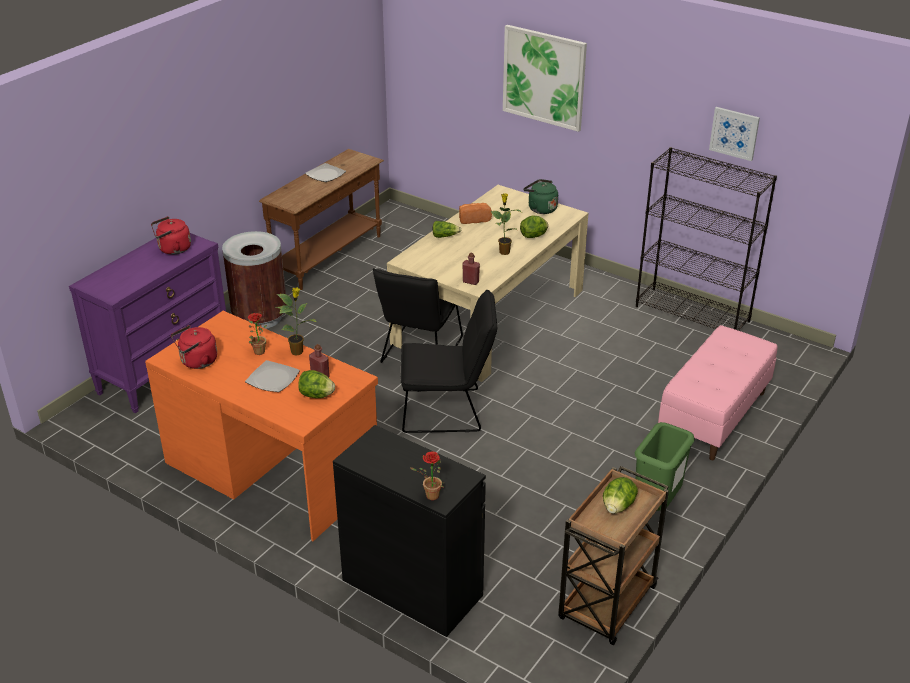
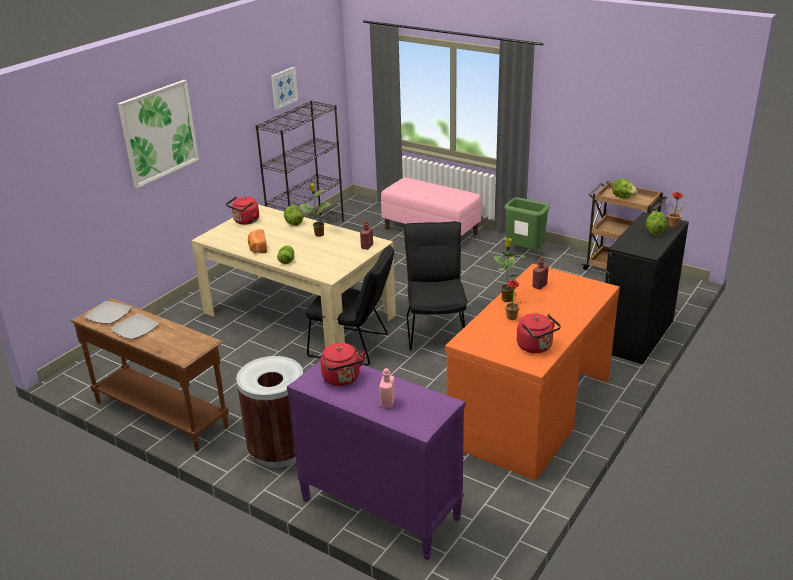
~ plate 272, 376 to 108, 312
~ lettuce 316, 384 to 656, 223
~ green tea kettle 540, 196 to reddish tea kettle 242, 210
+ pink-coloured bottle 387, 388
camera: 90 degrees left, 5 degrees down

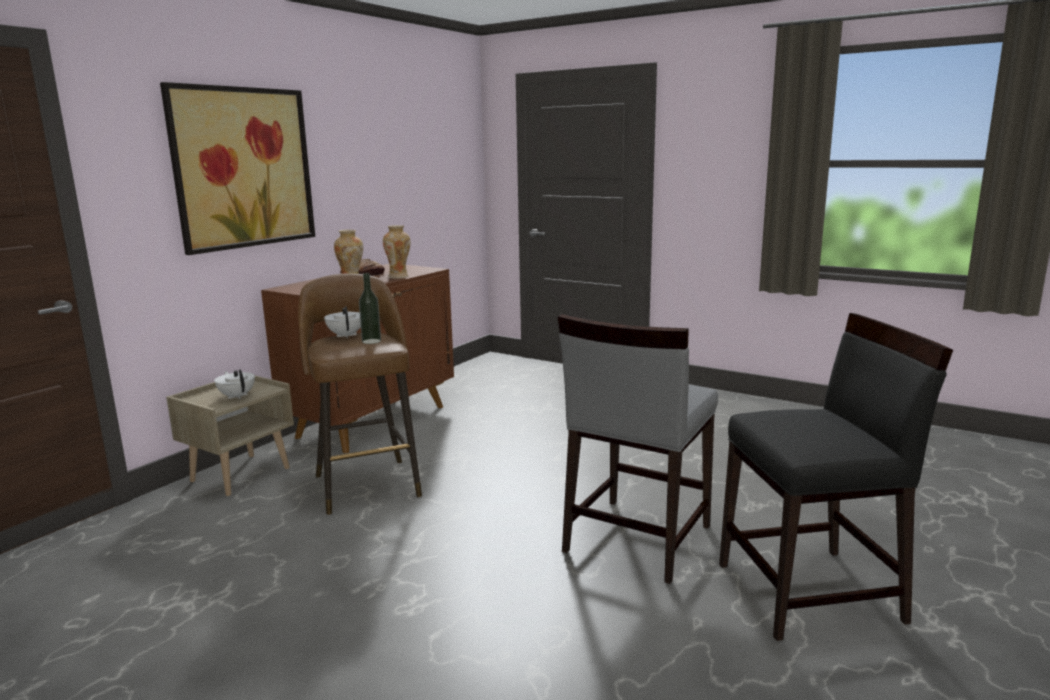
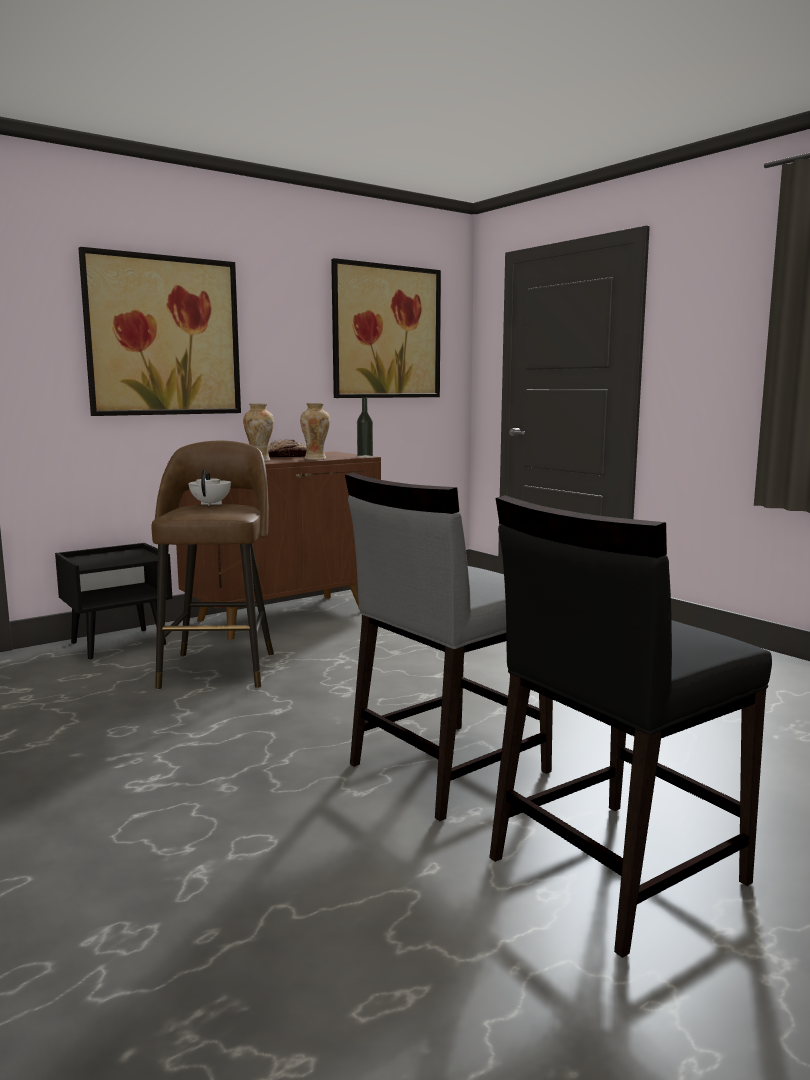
~ beige nightstand 230, 436 to black-coloured nightstand 113, 601
- white teapot 234, 384
~ bottle 370, 308 to 365, 427
~ black-coloured plain chair 836, 477 = 630, 726 135 degrees clockwise
+ wall picture 386, 328
camera: 20 degrees right, 5 degrees down

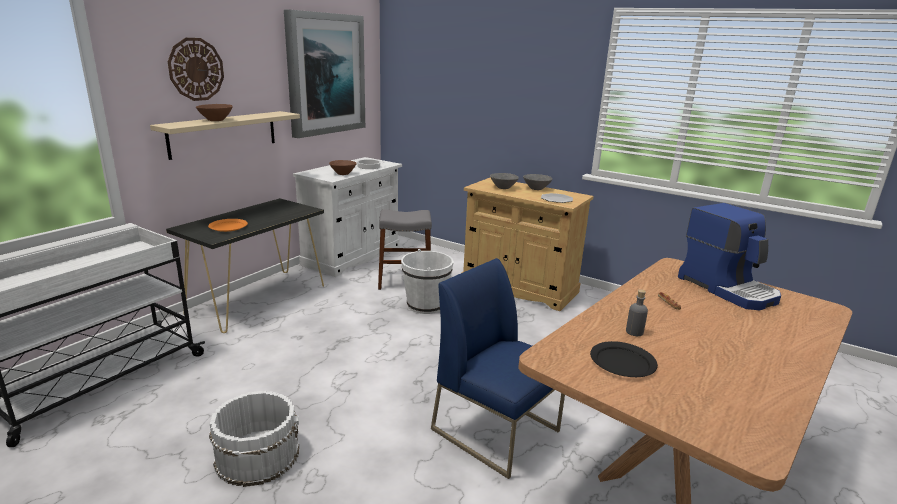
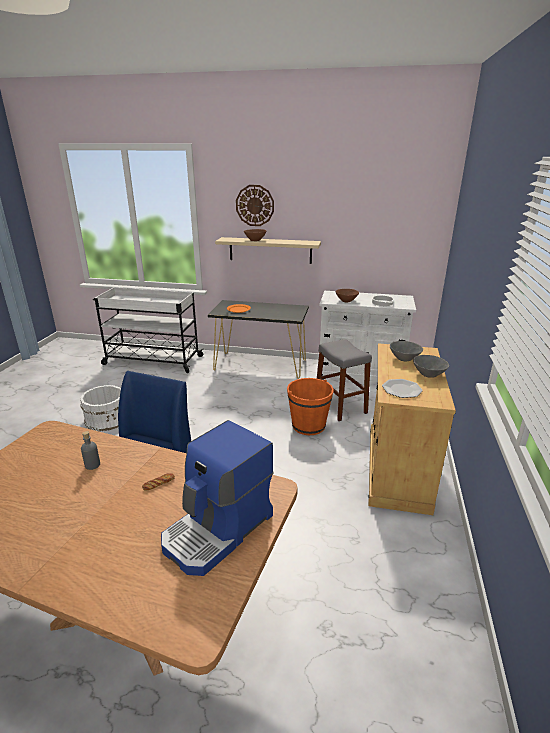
- wall picture 324, 74
~ white pail 427, 281 to orange-coloured pail 310, 406
- black-coloured plate 624, 359
camera: 70 degrees right, 5 degrees up

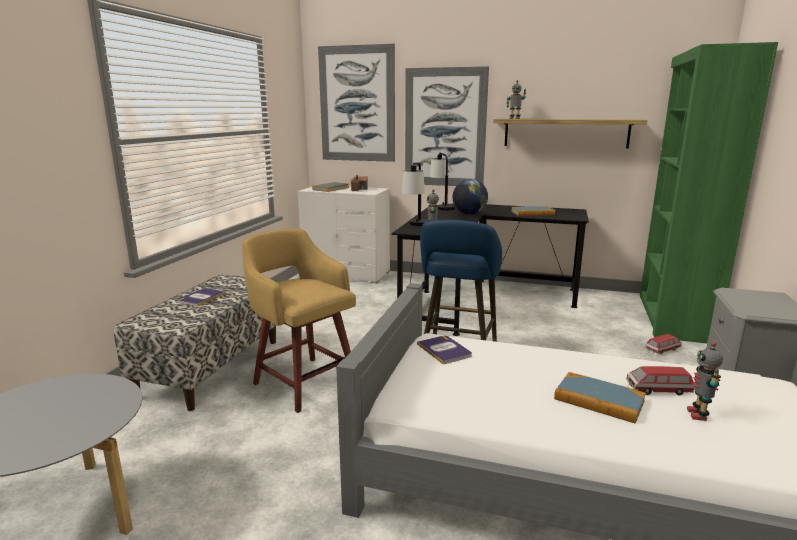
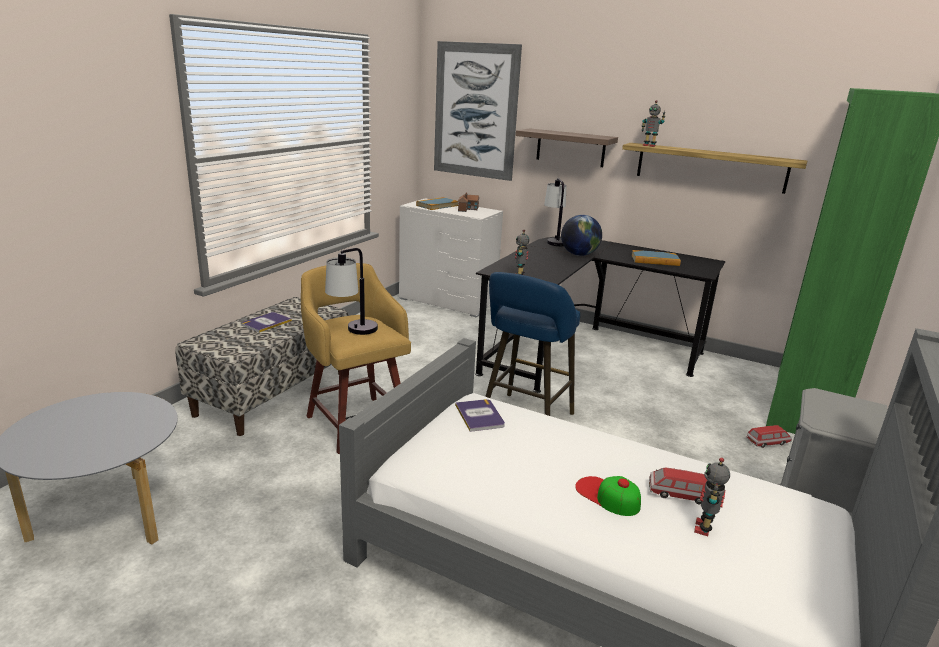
~ lamp for a table 416, 194 to 351, 291
~ wall picture 447, 126 to bracket shelf 567, 147
~ book 600, 398 to cap 608, 496
camera: 10 degrees right, 5 degrees up

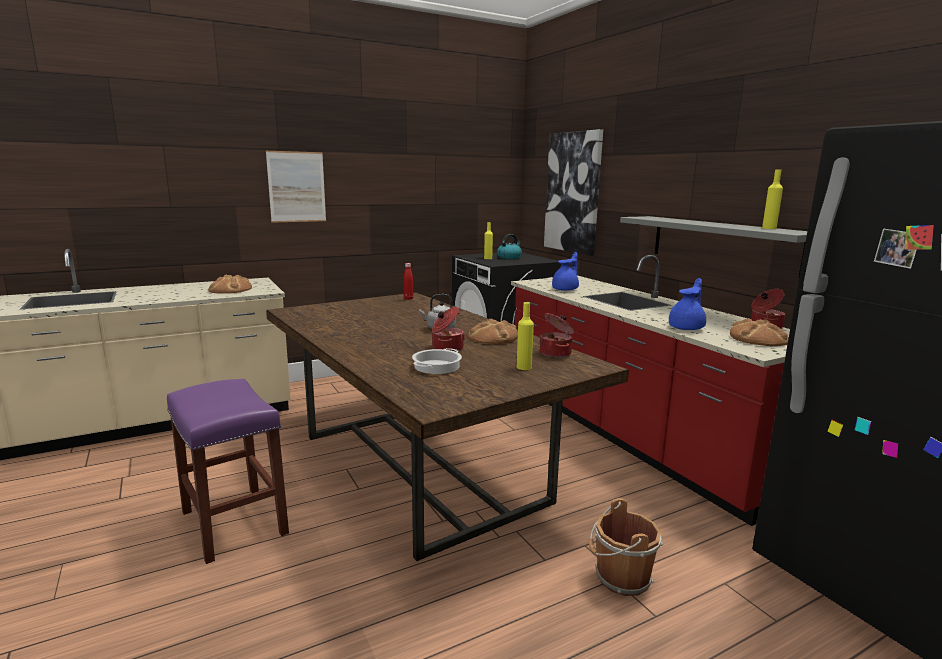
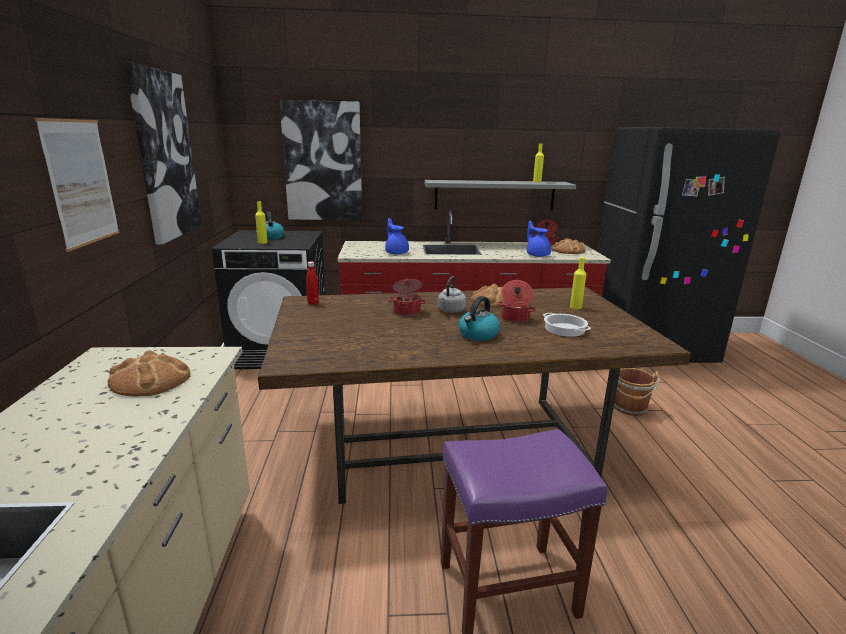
~ stockpot 557, 335 to 407, 297
+ wall picture 163, 153
+ tea kettle 479, 318
camera: 65 degrees left, 5 degrees up

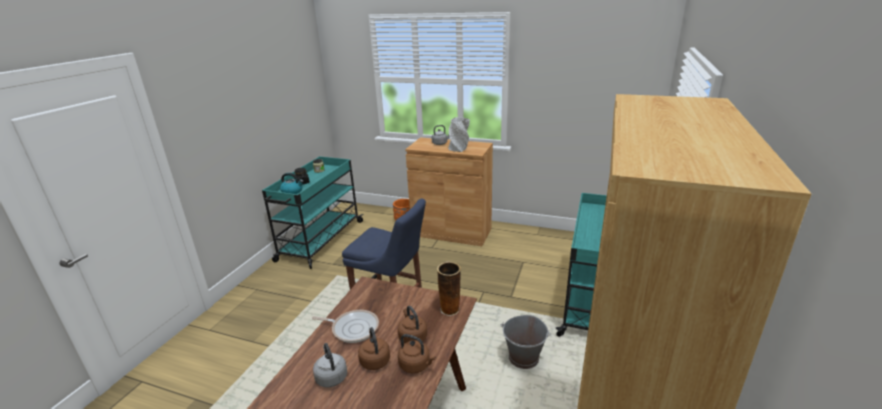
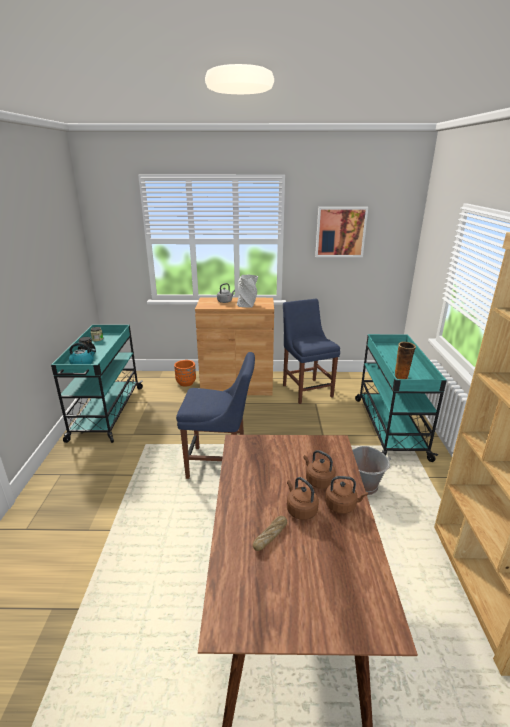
- pan 345, 326
~ gray tea kettle 330, 365 to bakery bread 270, 533
~ vase 449, 288 to 405, 360
+ blue-coloured plain chair 311, 351
+ wall picture 341, 232
camera: 20 degrees left, 0 degrees up

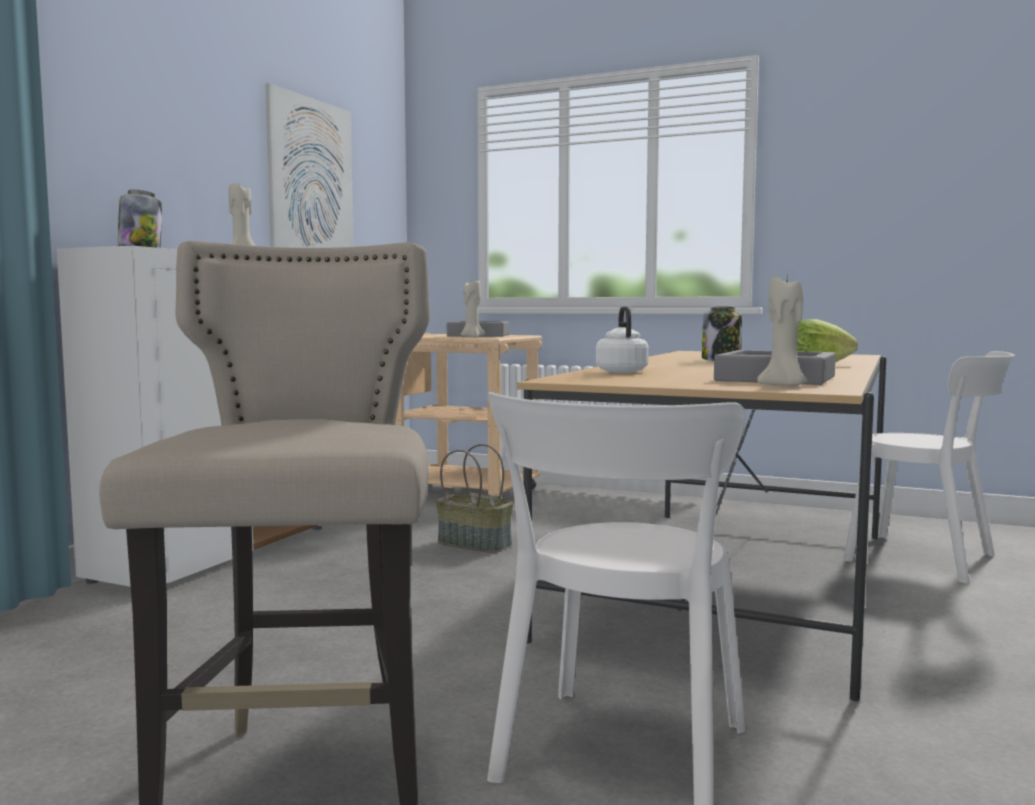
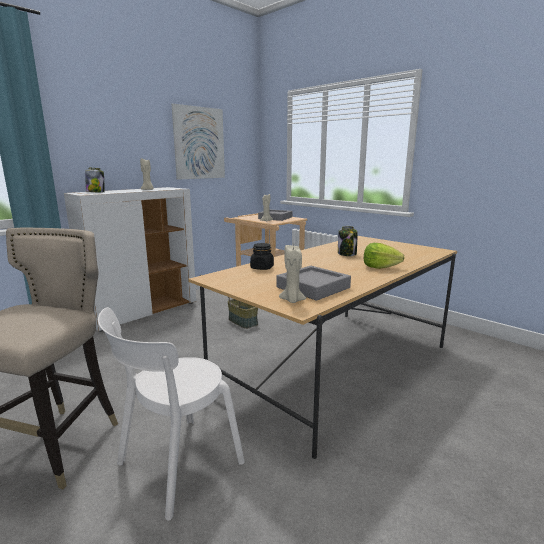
~ white tea kettle 622, 339 to black-coloured jar 262, 256
- white plain chair 929, 467
camera: 20 degrees right, 10 degrees up

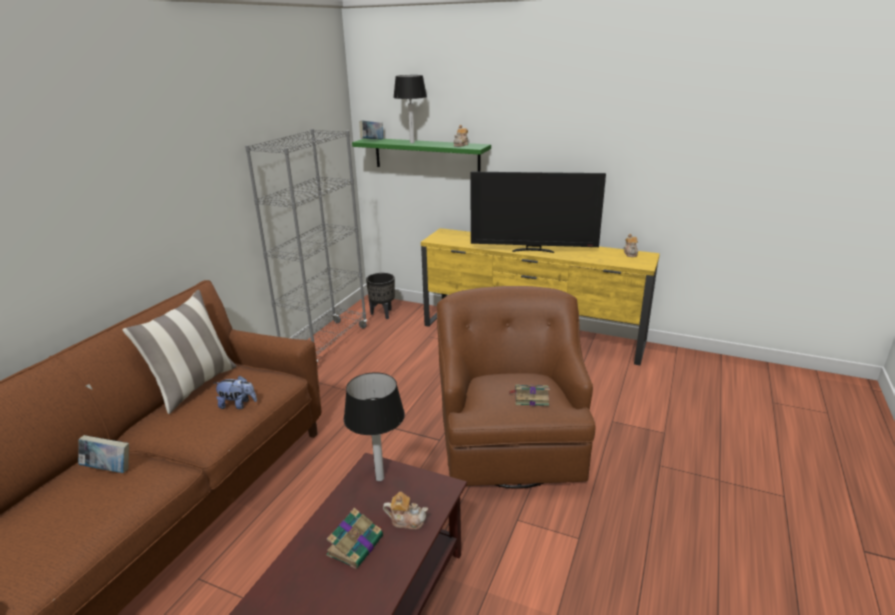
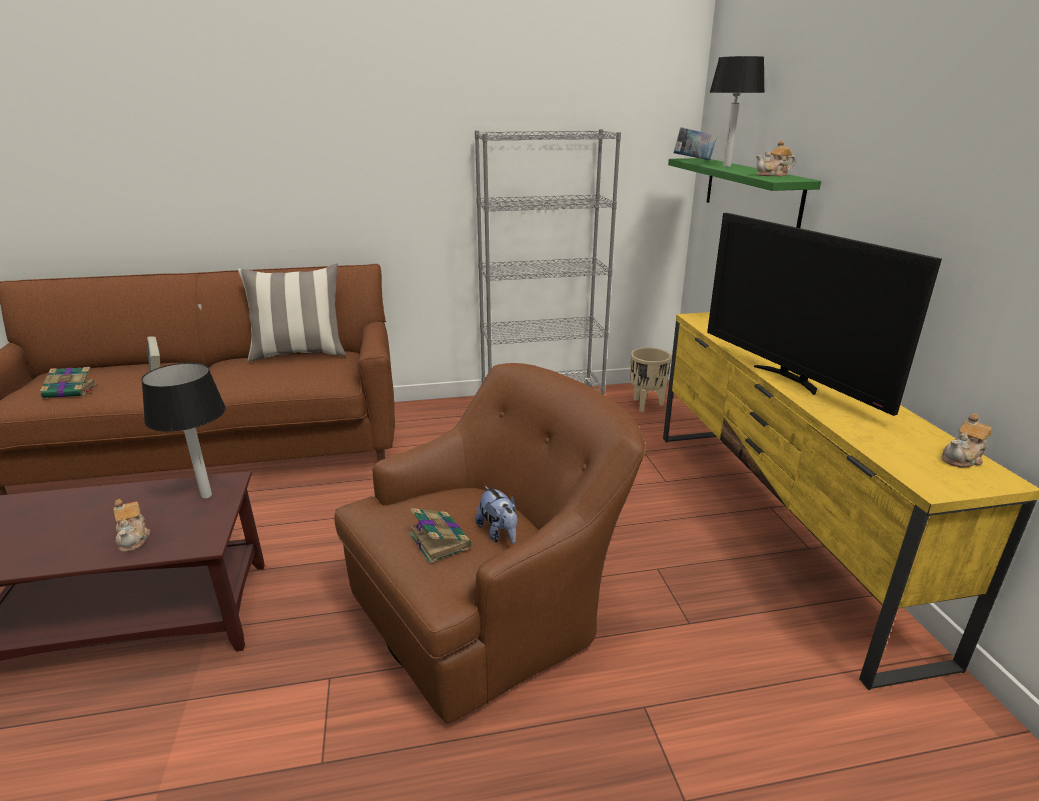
~ cuddly toy 236, 392 to 497, 515
~ book 354, 538 to 68, 382
~ black-coloured flower pot 380, 296 to beige flower pot 650, 379
camera: 55 degrees right, 0 degrees up

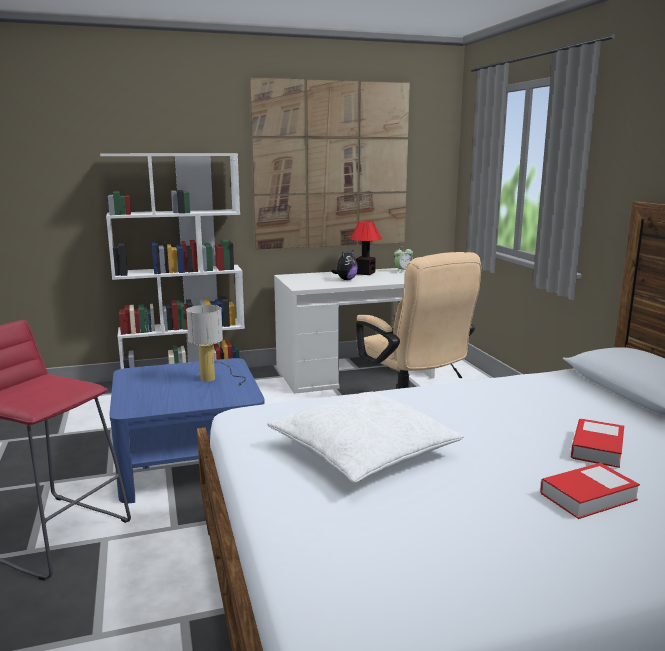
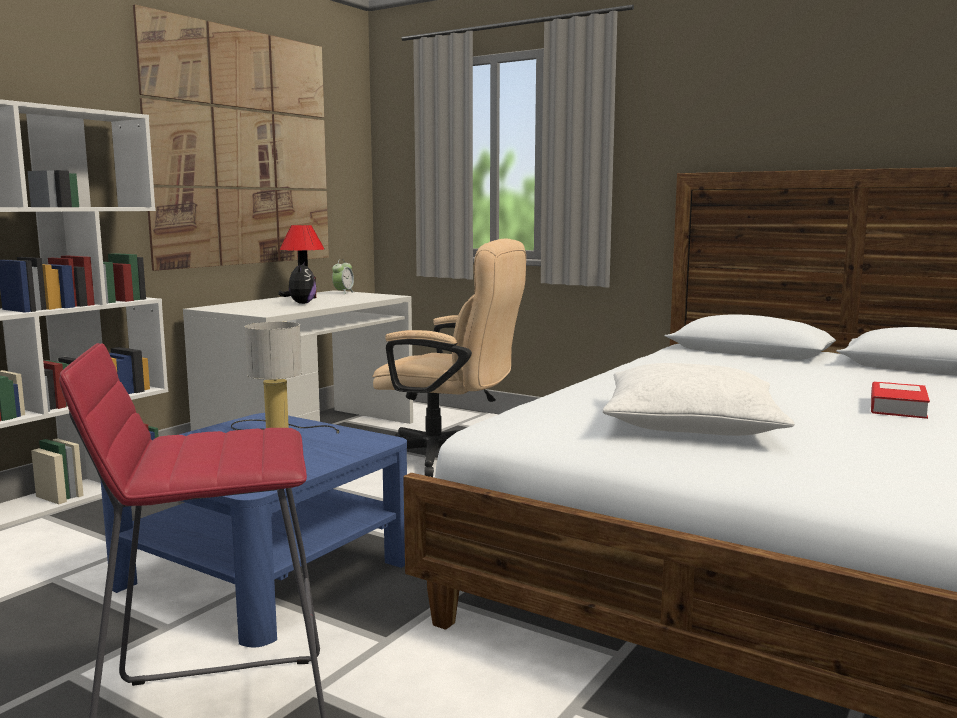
- book 597, 443
camera: 40 degrees left, 5 degrees down

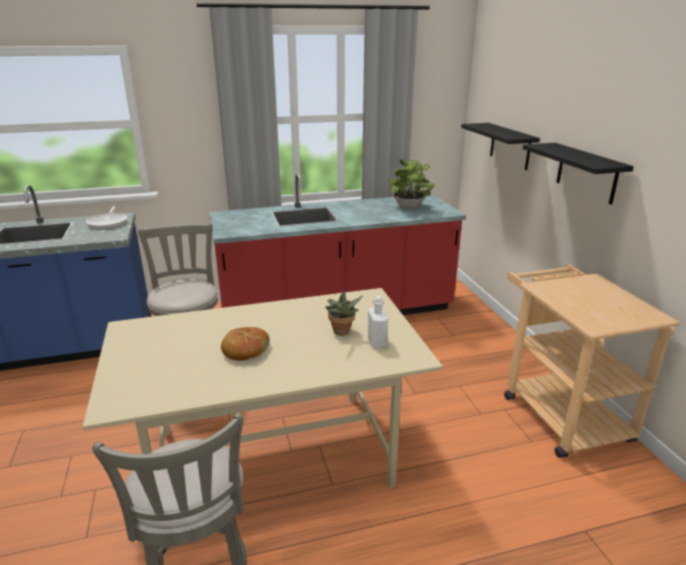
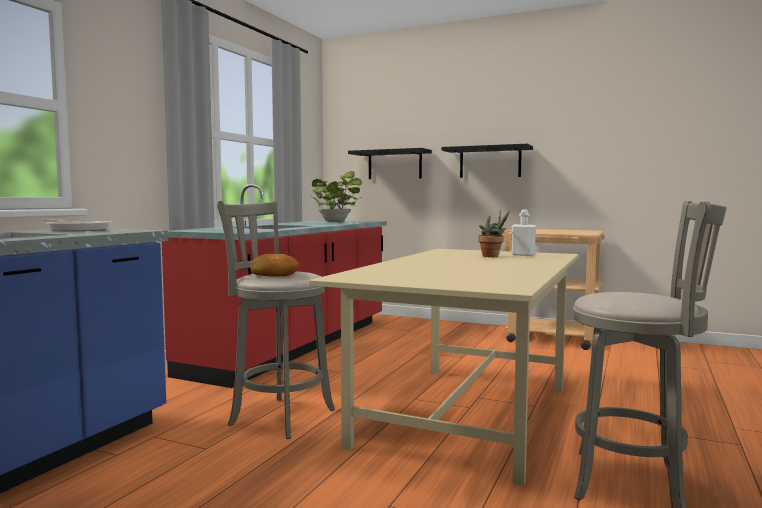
~ bakery bread 245, 344 to 274, 265
camera: 50 degrees left, 20 degrees down

